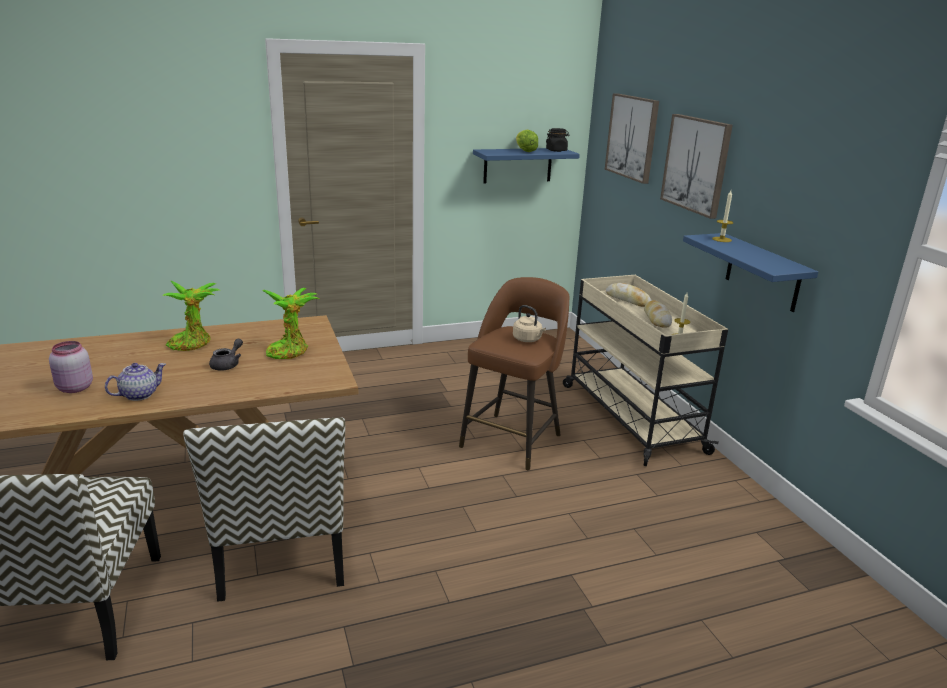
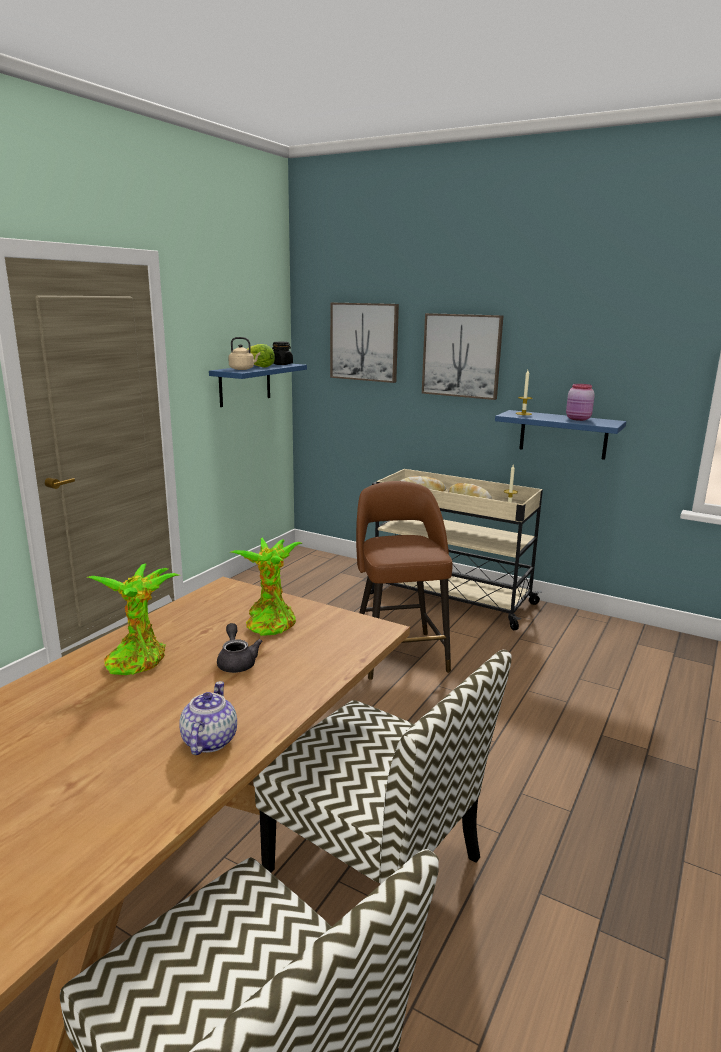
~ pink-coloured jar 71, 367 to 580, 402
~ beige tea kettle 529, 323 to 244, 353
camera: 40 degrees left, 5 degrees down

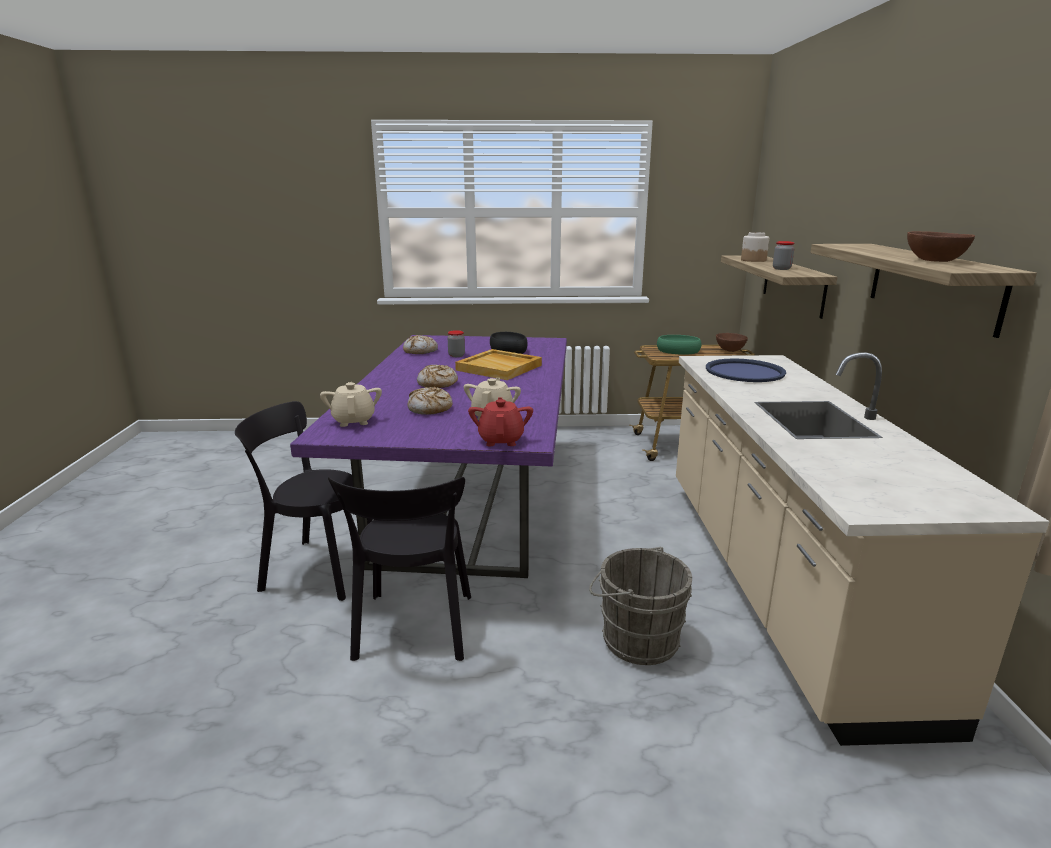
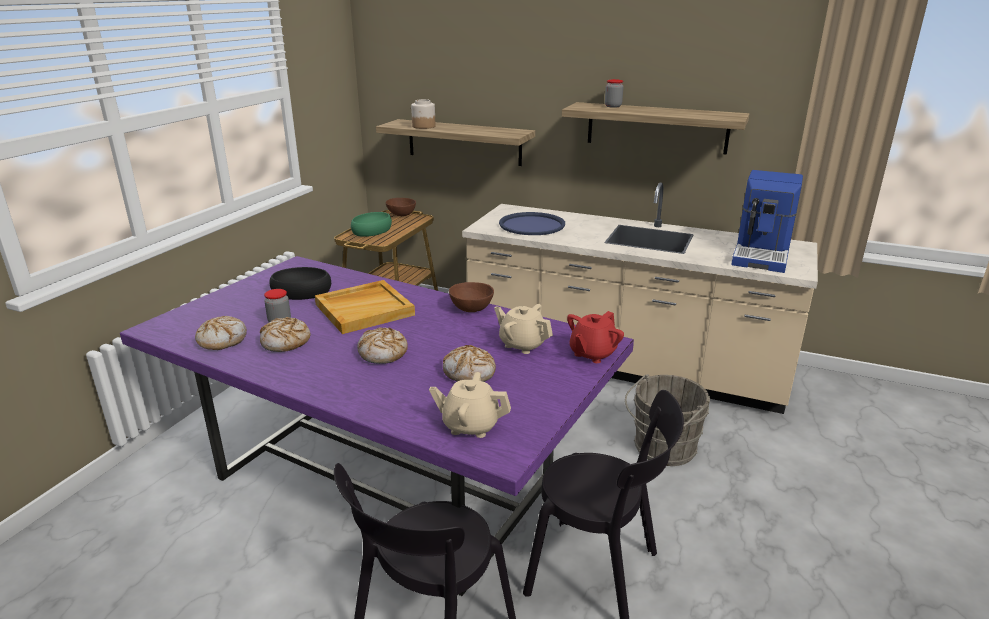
~ reddish teapot 500, 421 = 595, 337 75 degrees counterclockwise
~ jar 783, 255 to 614, 93
~ brown-coloured deep dish 941, 246 to 471, 297
+ bakery bread 285, 334
+ coffee machine 767, 221
camera: 65 degrees left, 5 degrees up

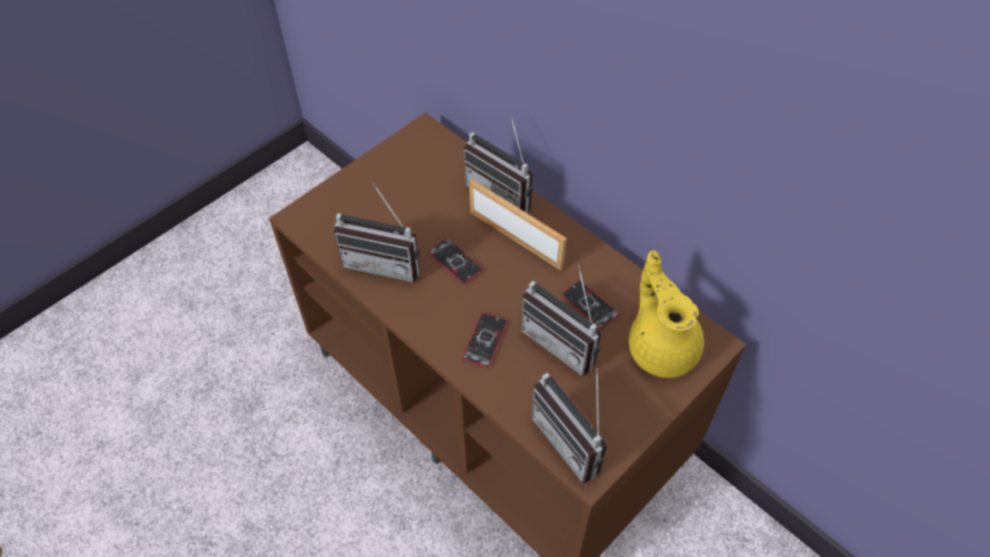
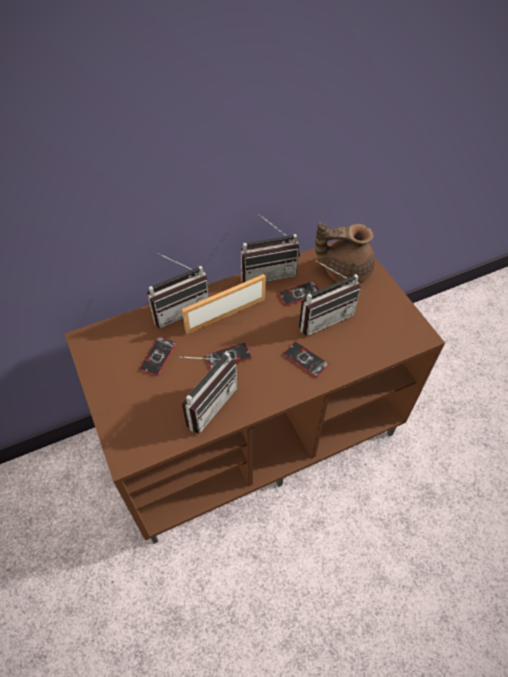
~ radio set 569, 425 to 270, 248
~ yellow-coloured teapot 666, 314 to brown-coloured teapot 345, 253
+ telephone 157, 356
camera: 70 degrees left, 0 degrees up

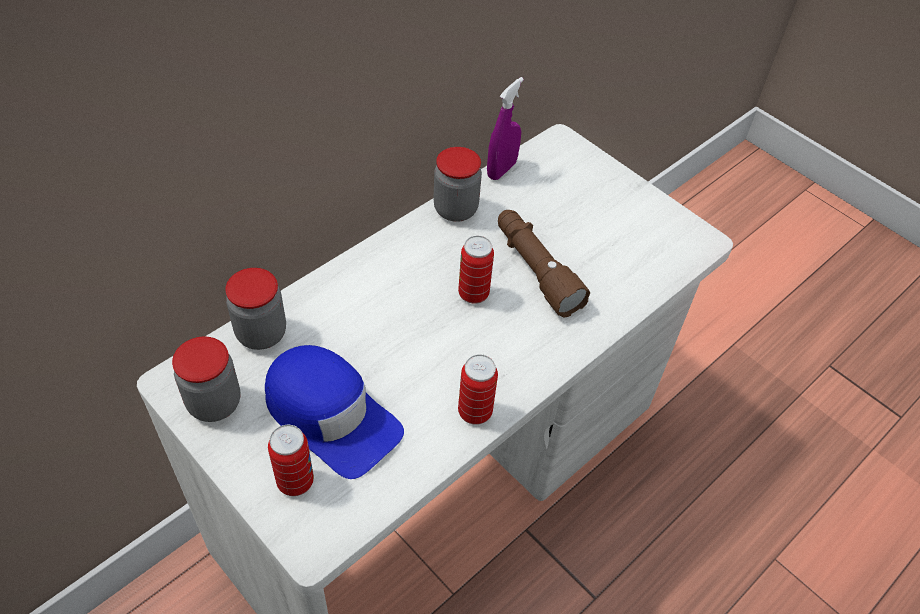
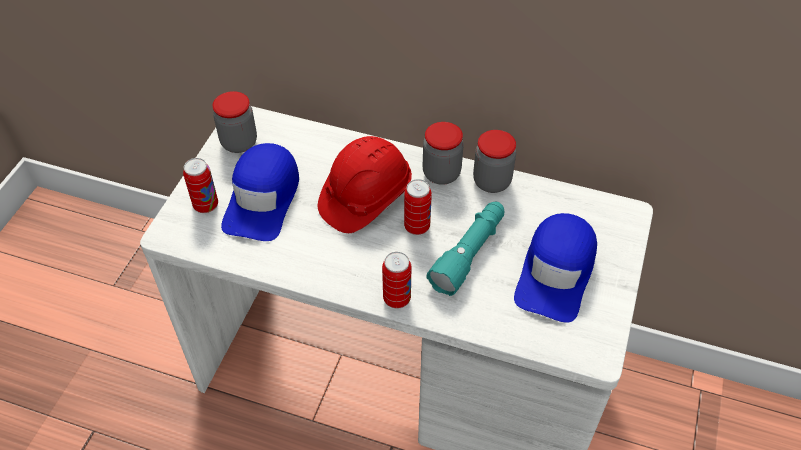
~ jar 255, 309 to 443, 153
~ sealed can 478, 389 to 396, 280
- purplish hand sprayer 505, 128
~ brown-coloured flashlight 544, 263 to turquoise-coloured flashlight 465, 249
+ reddish hard hat 365, 184
+ blue-coloured cap 555, 268
camera: 65 degrees right, 0 degrees up

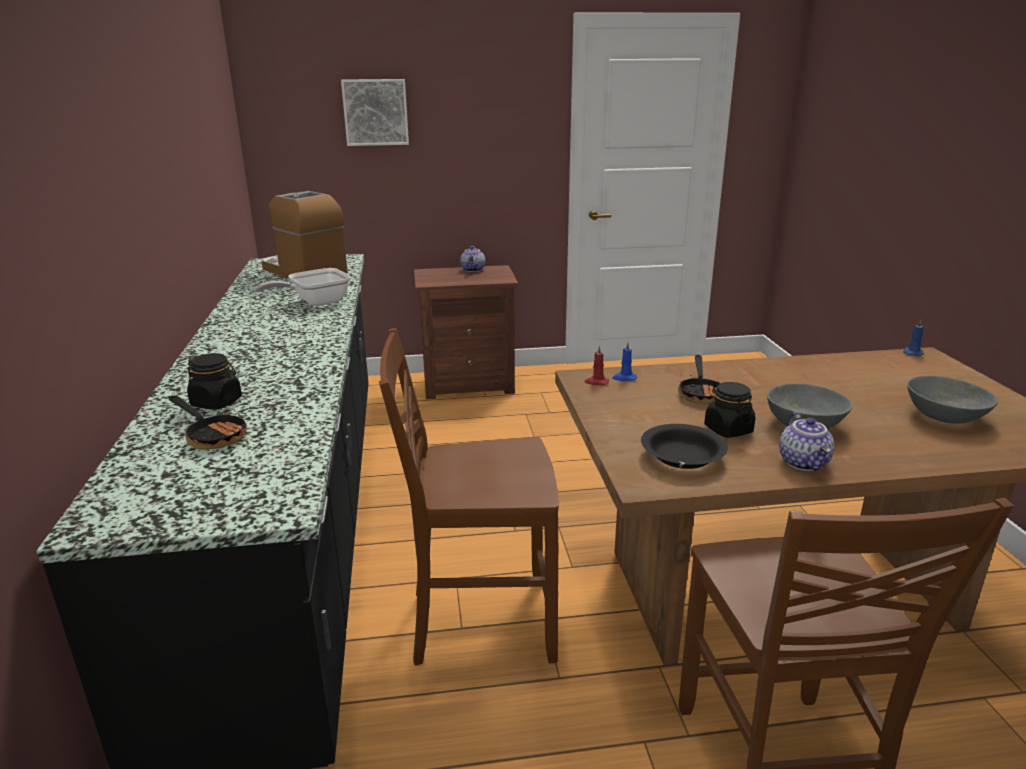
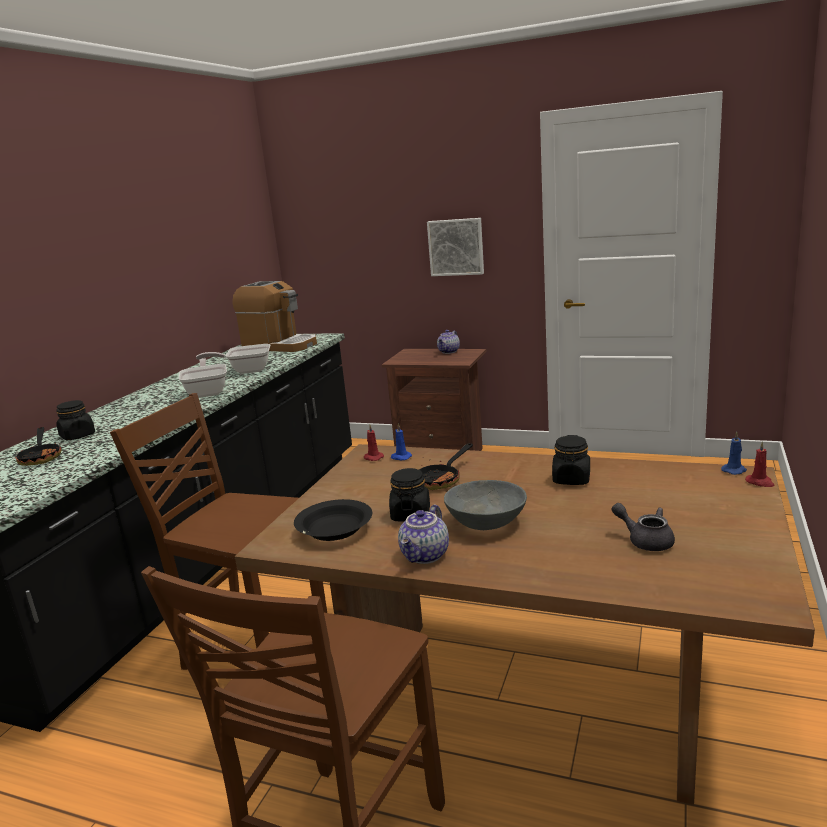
~ coffee machine 305, 234 = 275, 316 135 degrees clockwise
~ wall picture 375, 112 to 455, 247
~ gray deep dish 952, 399 to gray teapot 643, 527
+ pan 202, 378
+ black-coloured jar 571, 460
+ reddish wax light 760, 464
camera: 30 degrees right, 5 degrees down

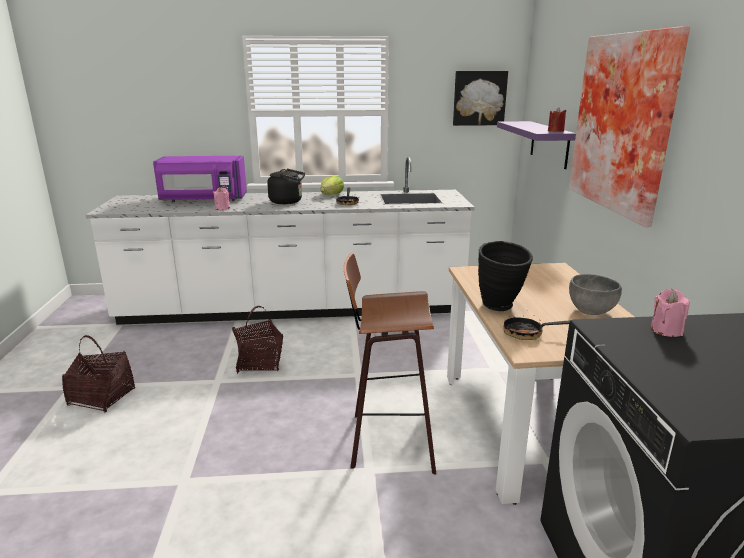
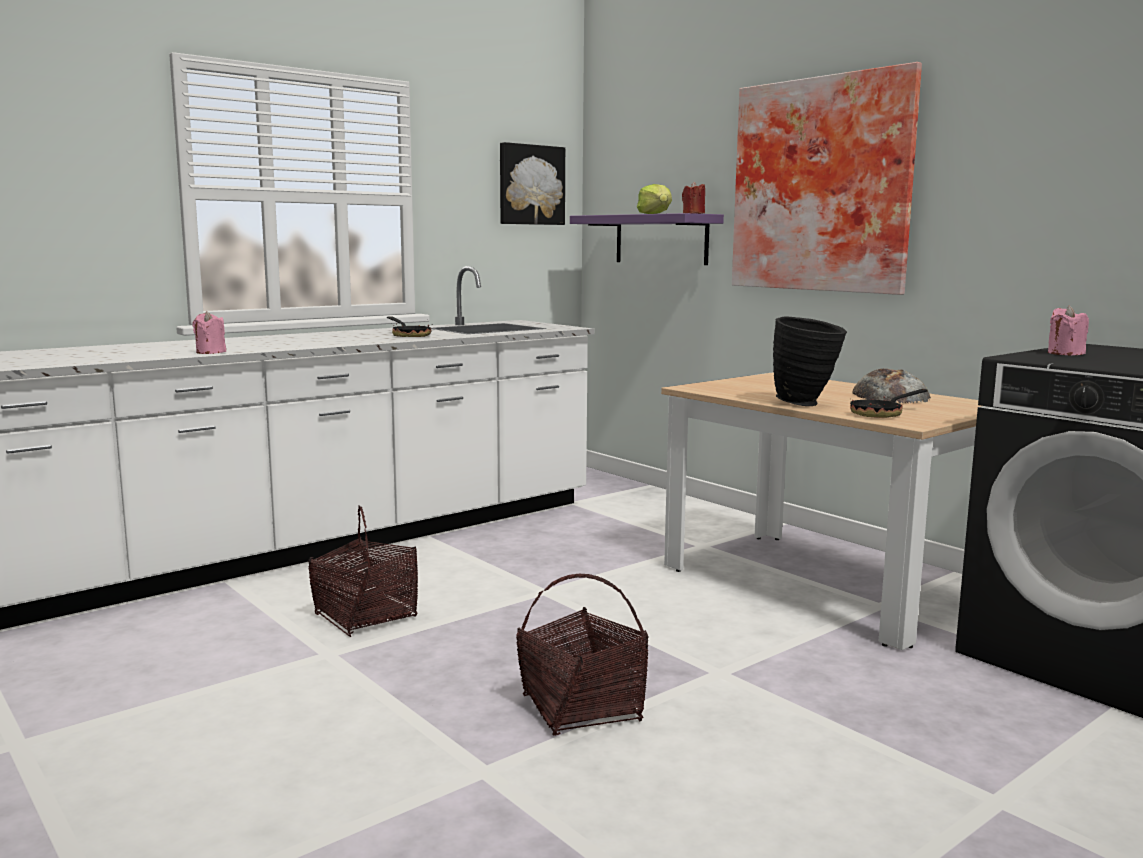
~ basket 98, 373 to 582, 655
- purplish microwave oven 200, 179
- black-coloured tea kettle 286, 186
~ lettuce 332, 185 to 654, 199
- stool 390, 364
~ gray deep dish 595, 294 to bakery bread 891, 386
camera: 35 degrees left, 10 degrees down

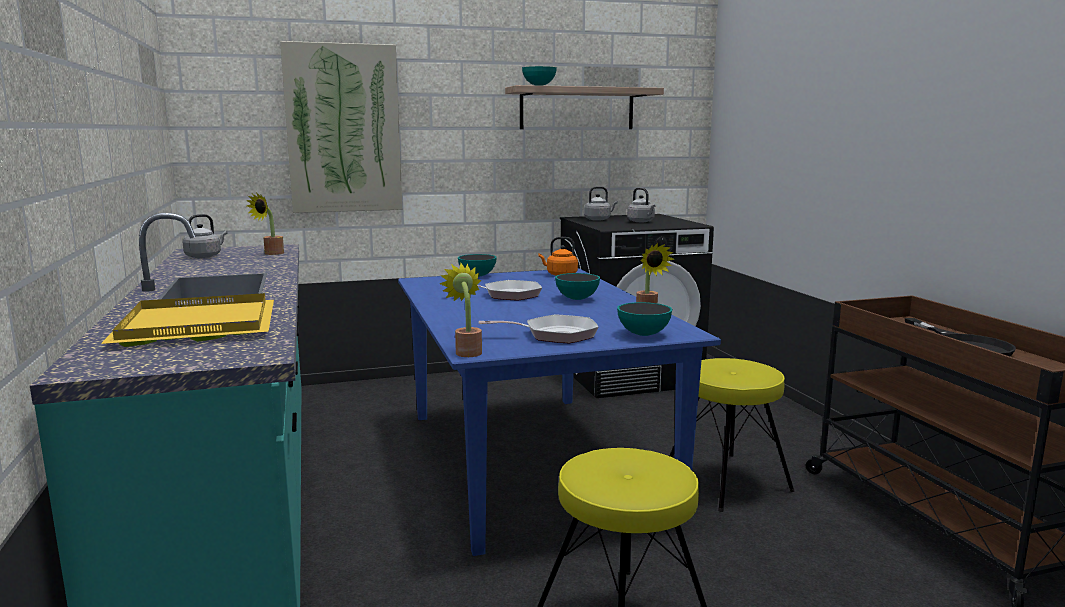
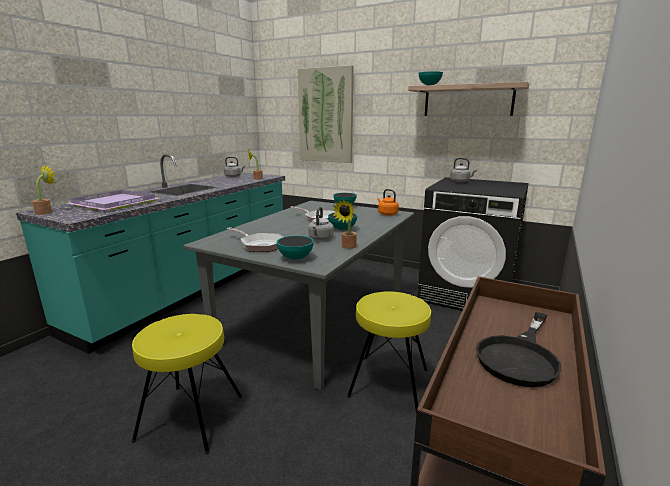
~ yellow-coloured serving tray 187, 320 to purplish serving tray 113, 200
~ blue-coloured dining table 559, 412 to gray dining table 299, 295
~ plant in a pot 460, 310 to 44, 189
~ gray tea kettle 641, 204 to 320, 223
camera: 45 degrees right, 5 degrees up

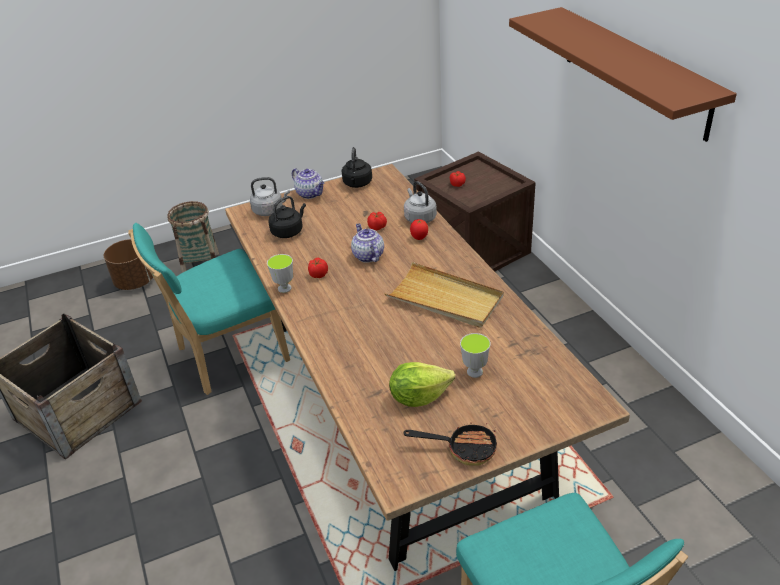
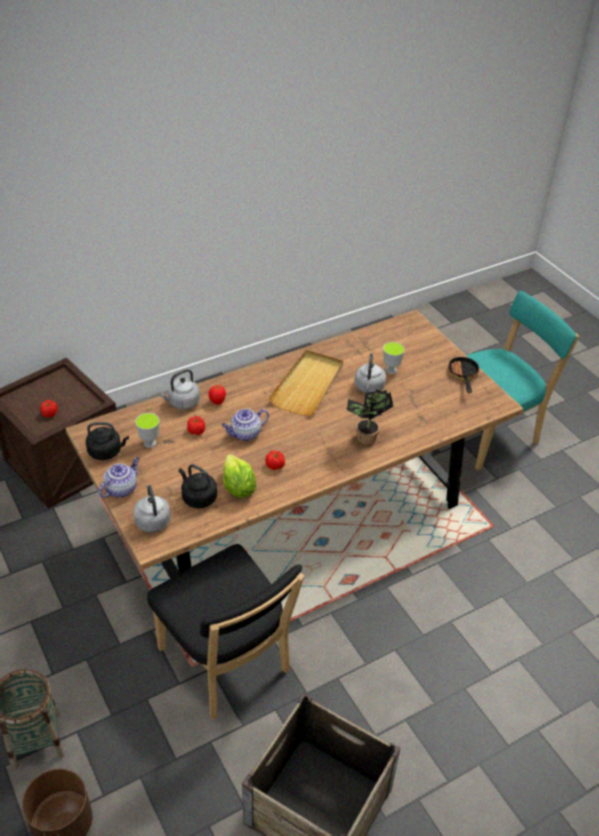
~ turquoise-coloured plain chair 209, 309 to black-coloured plain chair 226, 631
~ cup 280, 273 to 147, 430
~ lettuce 422, 384 to 240, 476
- brown-coloured bracket shelf 623, 74
+ plant in a pot 369, 416
+ gray tea kettle 370, 373
camera: 100 degrees left, 5 degrees up

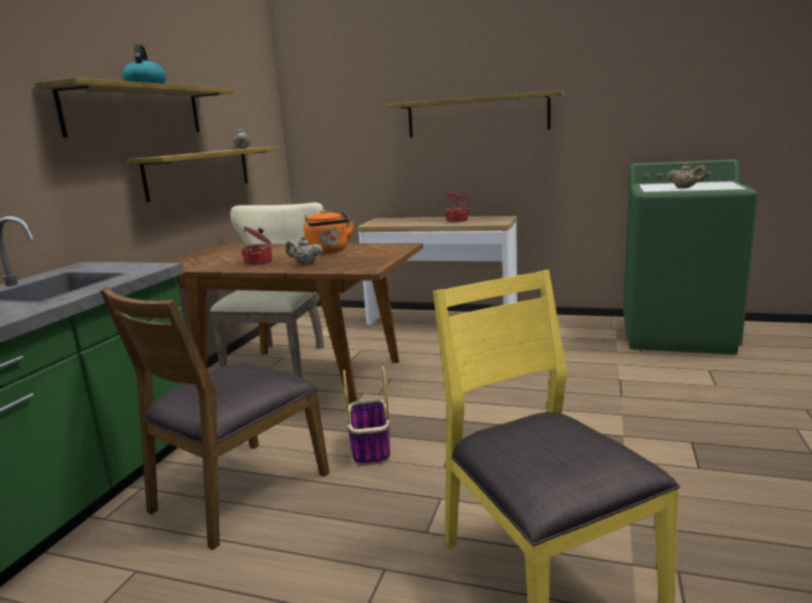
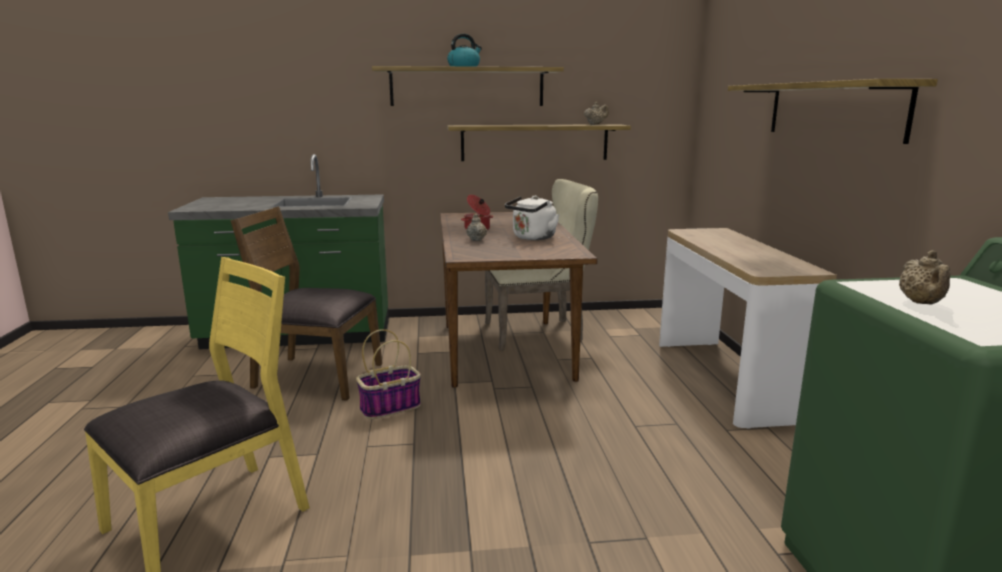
~ orange-coloured tea kettle 329, 232 to white tea kettle 532, 218
- stockpot 457, 207
camera: 65 degrees right, 0 degrees up

